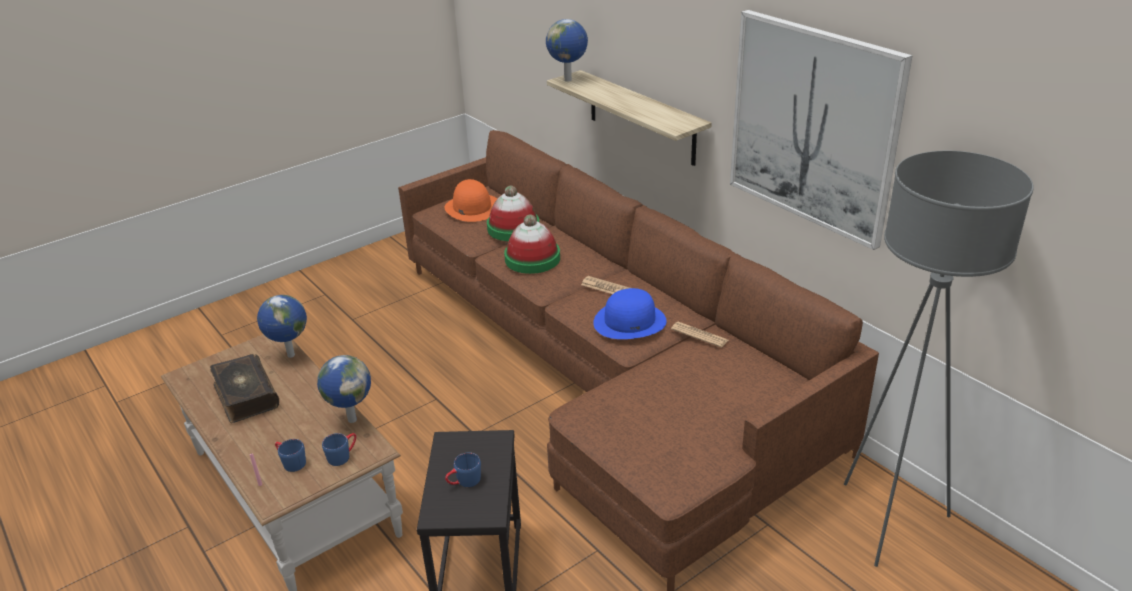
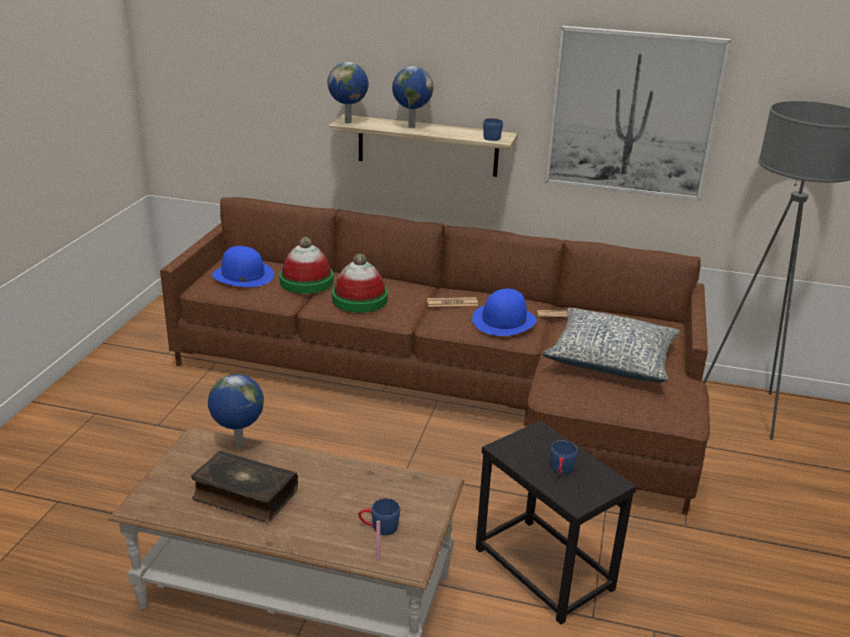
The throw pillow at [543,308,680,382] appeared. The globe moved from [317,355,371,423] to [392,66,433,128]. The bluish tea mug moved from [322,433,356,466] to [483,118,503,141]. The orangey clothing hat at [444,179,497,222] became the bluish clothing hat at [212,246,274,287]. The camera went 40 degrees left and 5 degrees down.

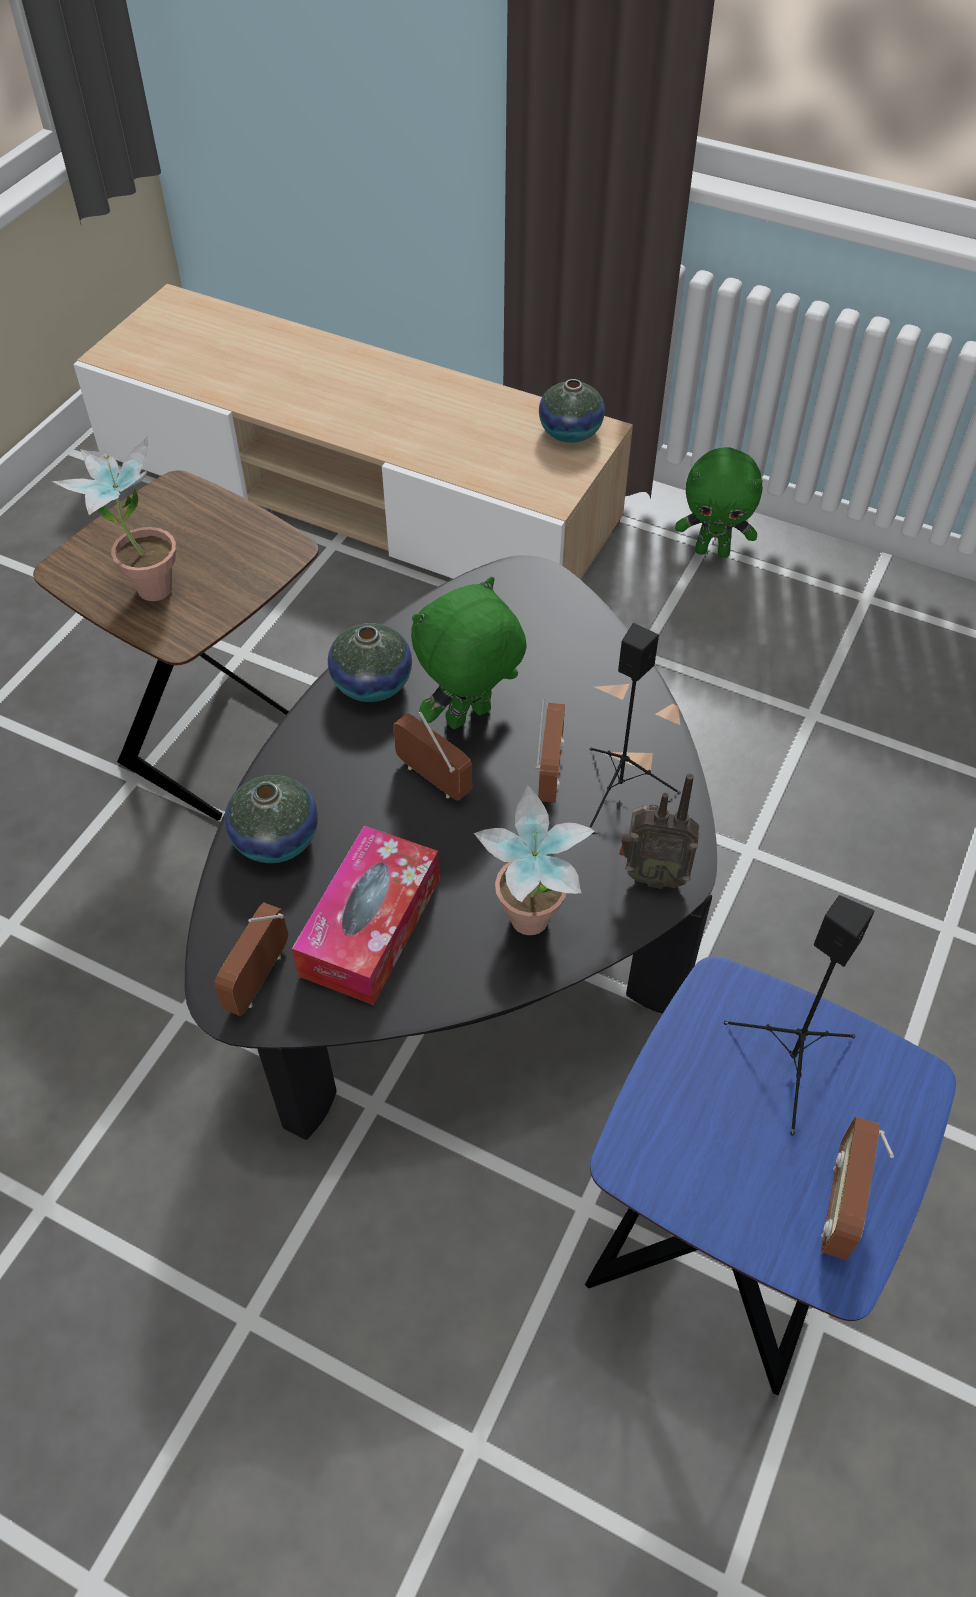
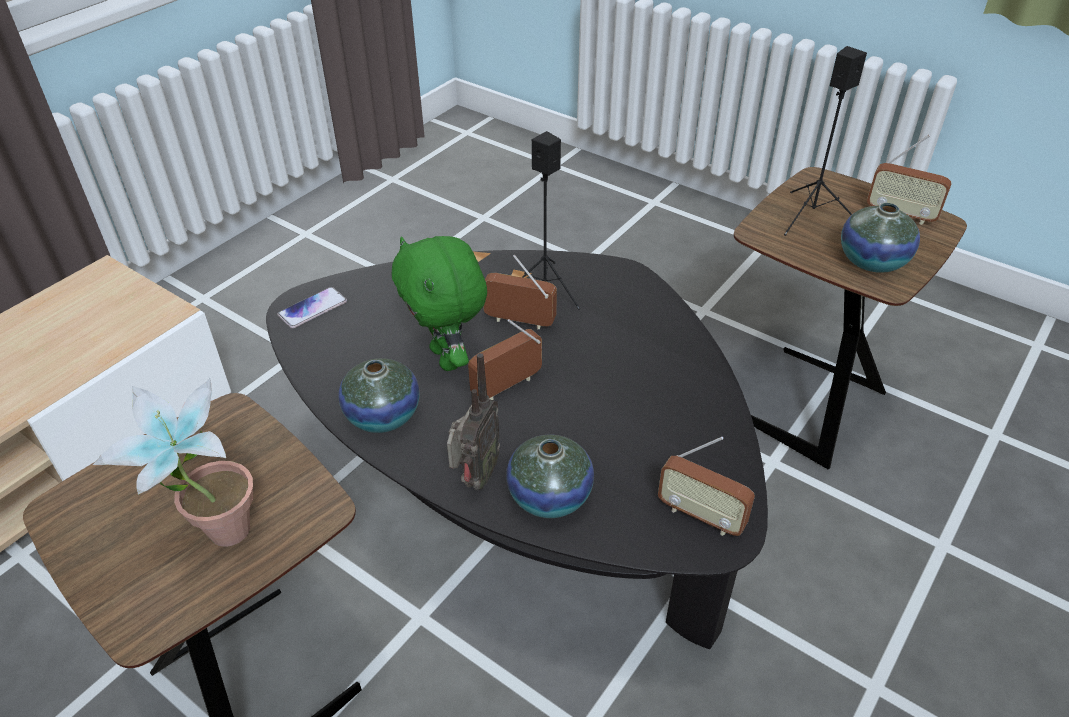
The tissue holder at [292,825,440,1005] disappeared. The houseplant at [474,785,594,935] disappeared. The green-coloured plush toy at [675,447,763,558] disappeared. The phone at [277,287,347,328] appeared. The flower vase moved from [539,379,605,443] to [841,203,920,273]. The radio moved from [619,774,699,889] to [447,353,500,490]. The bluish side table at [585,956,956,1395] became the brownish side table at [734,167,967,469]. The camera went 80 degrees left and 10 degrees down.

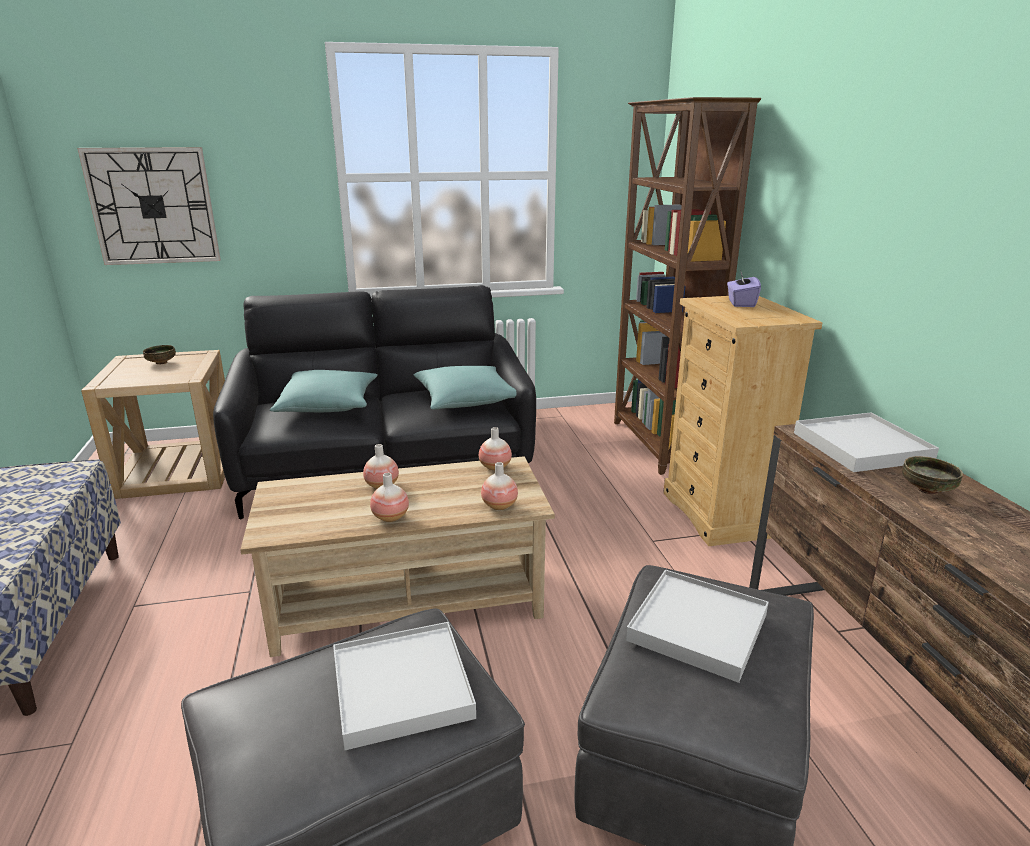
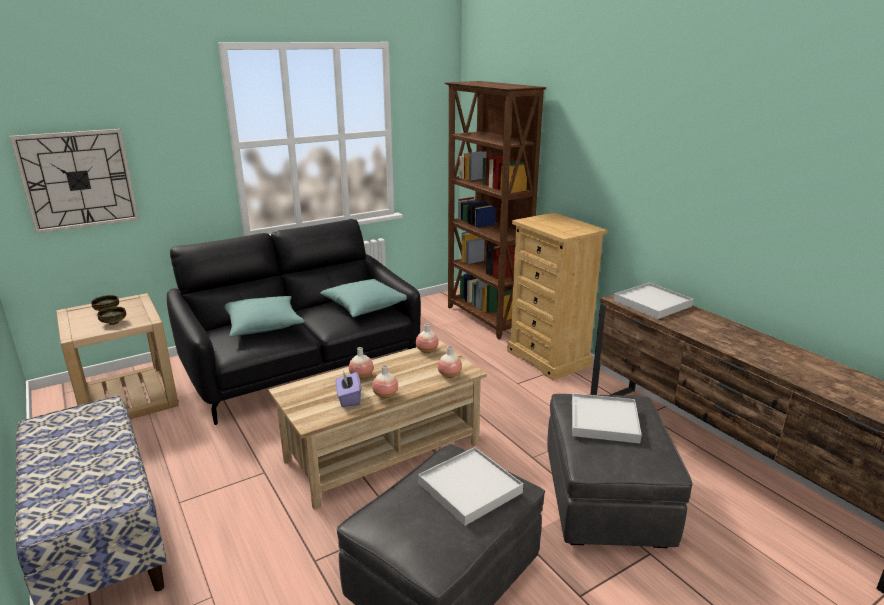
The purple tissue holder moved from [727,270,761,307] to [336,370,361,407]. The deep dish moved from [902,456,963,494] to [97,307,126,325]. The camera went 20 degrees left and 0 degrees up.

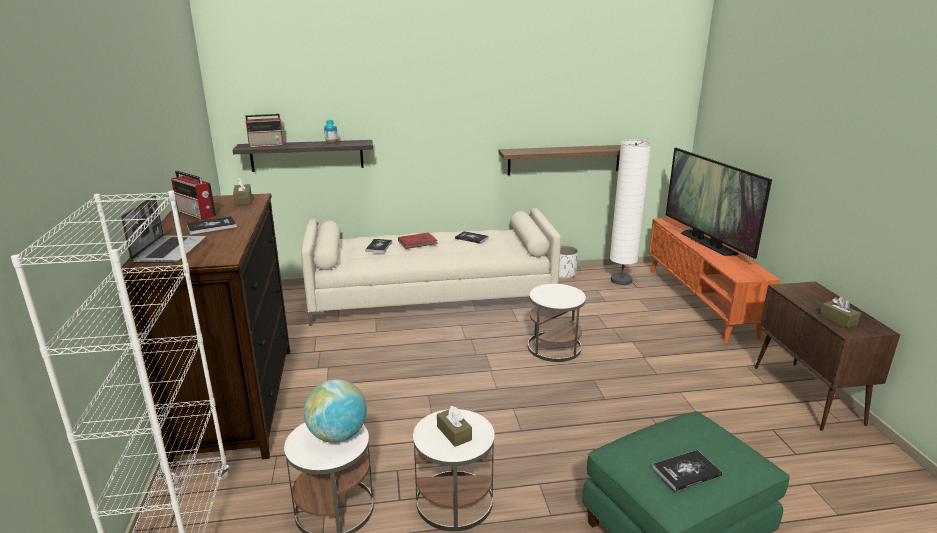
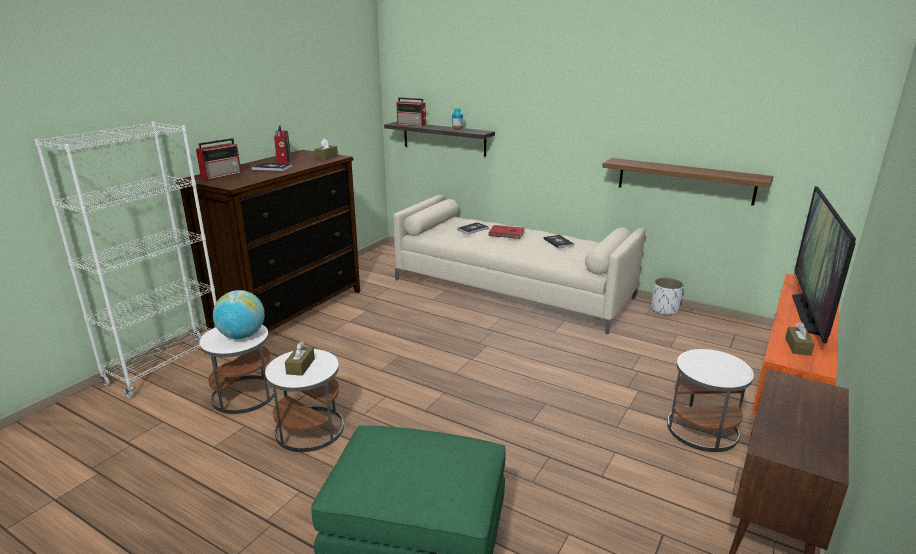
The white floor lamp at [610,139,652,285] disappeared. The bound book at [652,450,723,492] disappeared. The white side table moved from [528,284,586,362] to [667,349,754,452]. The brownish tissue holder moved from [820,296,861,328] to [785,322,815,356]. The portable computer at [121,196,206,263] was replaced by the radio at [196,138,241,180]. The camera went 40 degrees right and 0 degrees up.

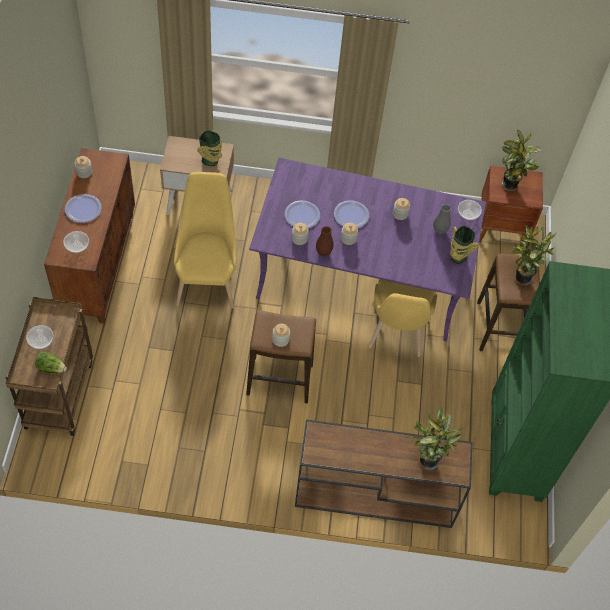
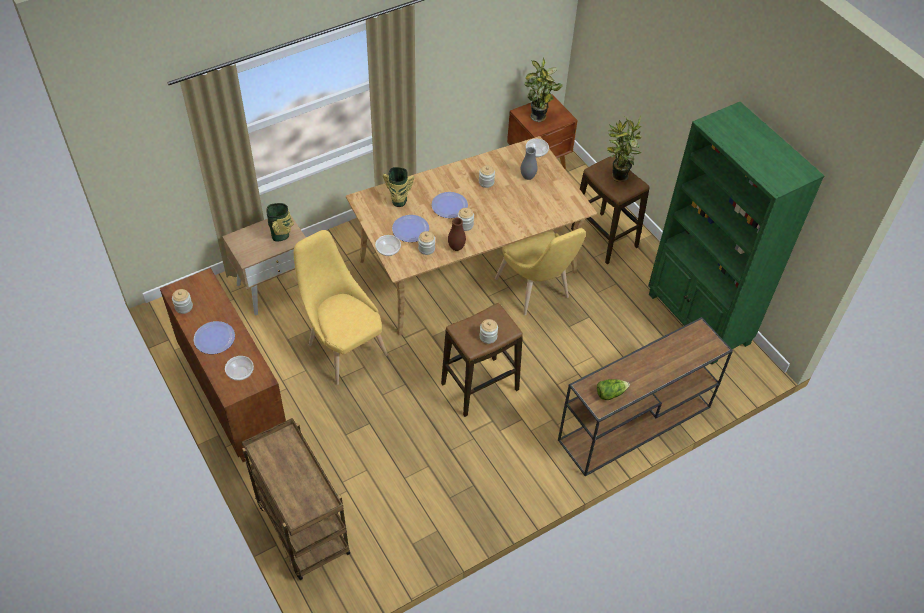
The houseplant at [411,407,462,470] disappeared. The deep dish moved from [26,325,54,349] to [375,235,401,256]. The head of lettuce moved from [35,352,67,373] to [597,379,630,400]. The flower vase moved from [450,226,480,264] to [383,167,414,207]. The purple dining table at [249,158,486,341] became the beige dining table at [346,136,597,336]. The camera went 35 degrees left and 5 degrees down.

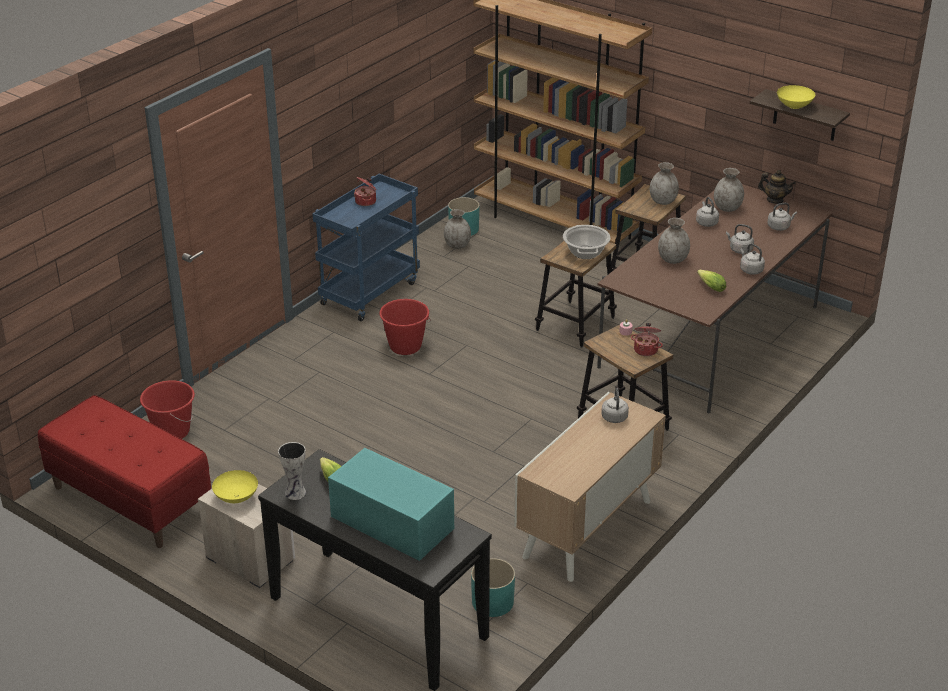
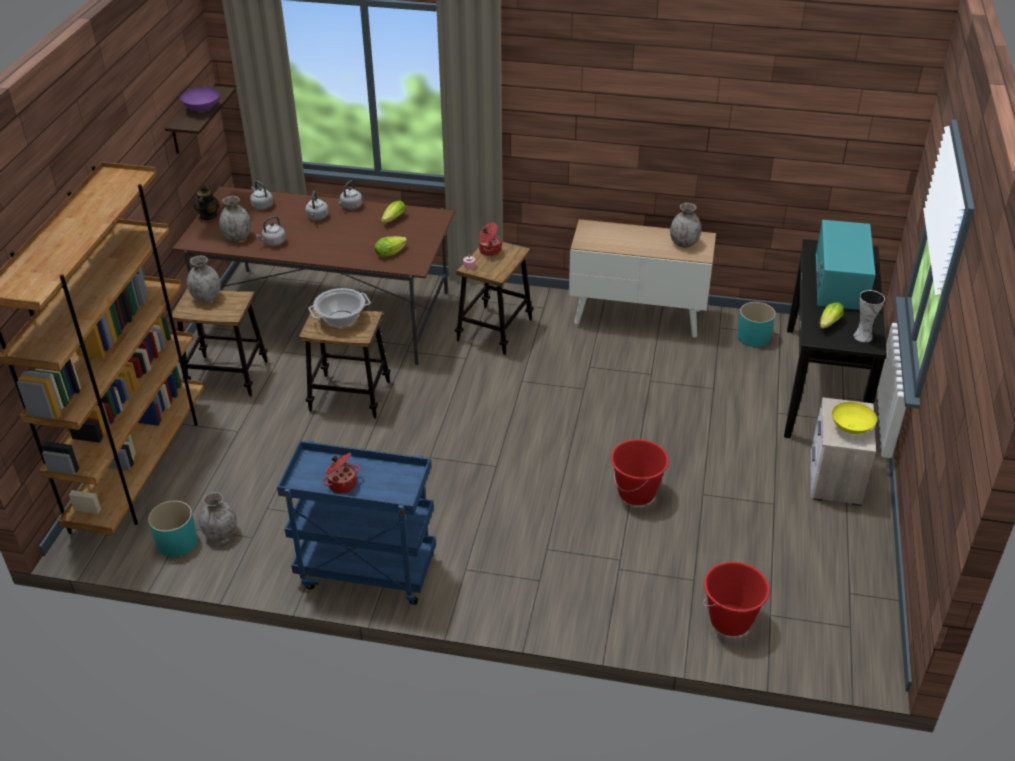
The red-coloured bench at [38,395,211,548] disappeared. The grey kettle at [601,388,629,423] disappeared. The head of lettuce at [375,236,407,257] appeared. The red-coloured bucket moved from [379,299,431,355] to [611,439,669,505]. The grey flower vase moved from [658,218,690,264] to [670,203,701,248]. The yellow-coloured deep dish at [777,85,815,109] became the purple deep dish at [180,87,220,112]. The camera went 115 degrees left and 5 degrees up.

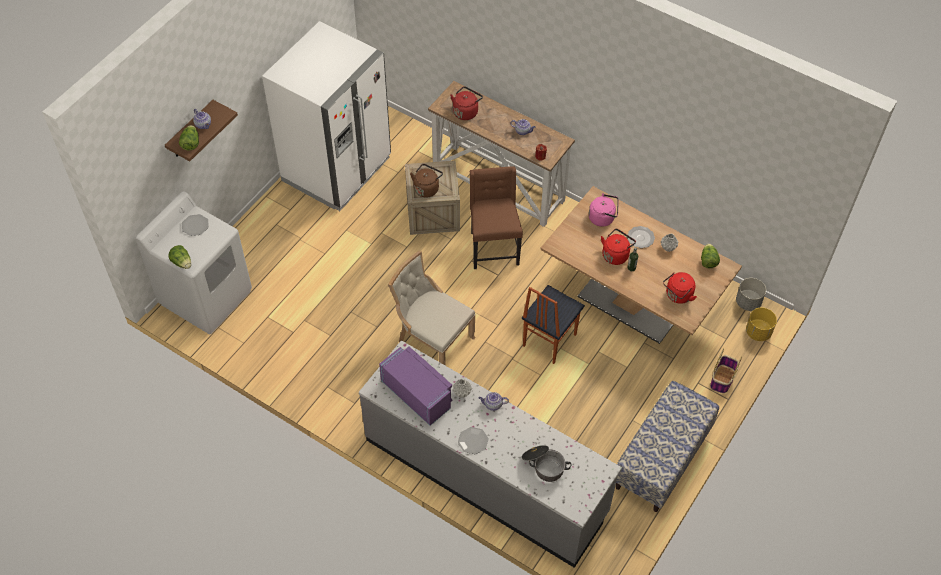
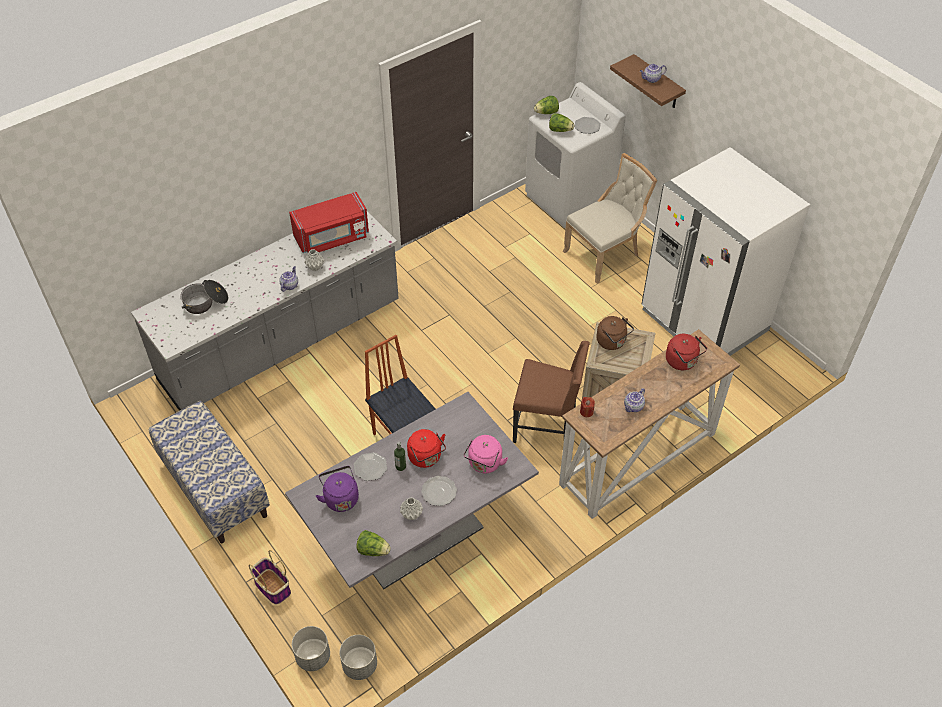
The head of lettuce moved from [179,125,199,151] to [549,113,575,132]. The beige chair moved from [388,251,476,366] to [563,153,657,284]. The dinner plate moved from [458,427,489,454] to [354,452,387,481]. The purple microwave at [379,346,452,426] became the red-coloured microwave at [289,192,369,253]. The brownish dining table at [540,186,742,344] became the grey dining table at [285,392,539,589]. The red-coloured kettle at [663,272,697,304] became the purple kettle at [316,466,359,512]. The yellow-coloured plant pot at [746,308,777,341] became the grey plant pot at [292,626,330,671]. The camera went 110 degrees right and 5 degrees down.

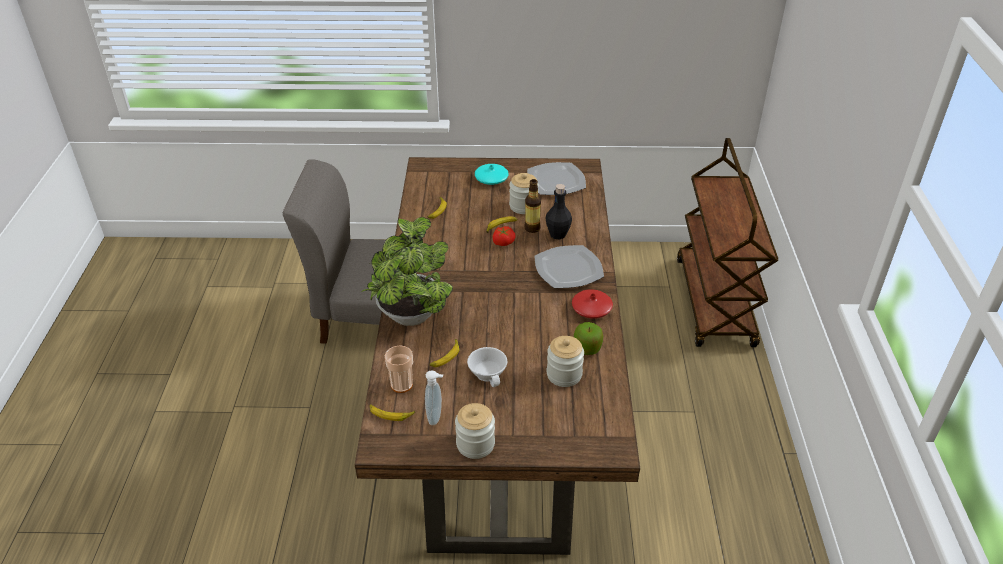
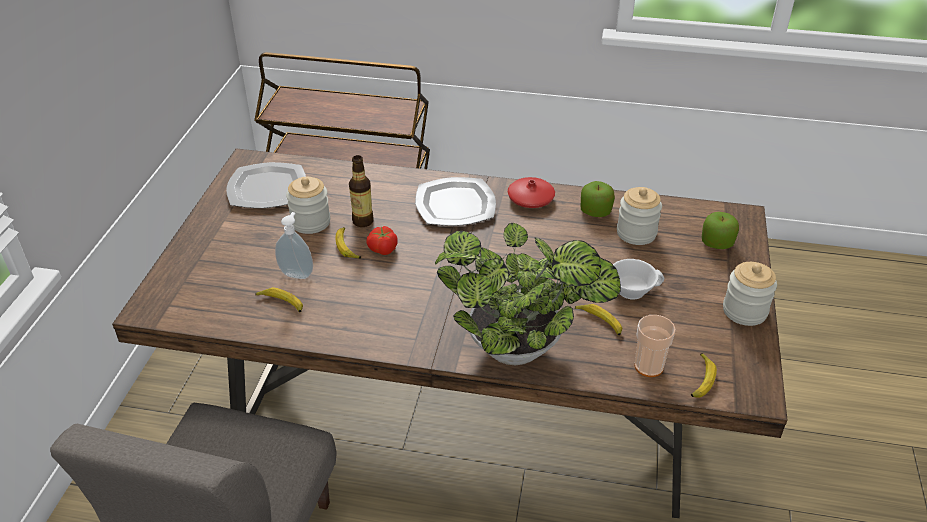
The blue-green flower vase at [475,164,509,185] disappeared. The blackish drink bottle at [545,184,572,239] disappeared. The apple at [702,212,739,249] appeared. The liquid soap bottle moved from [425,370,443,425] to [275,212,313,279]. The camera went 80 degrees left and 0 degrees up.

